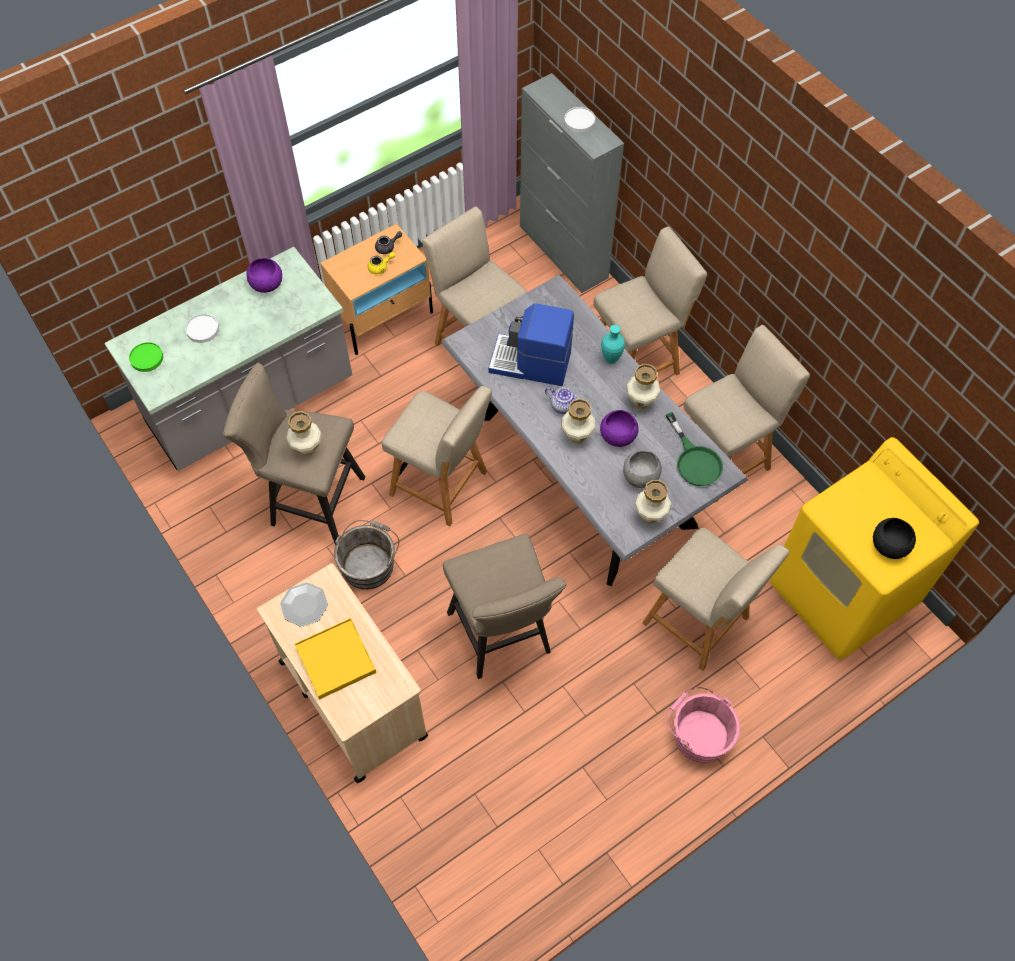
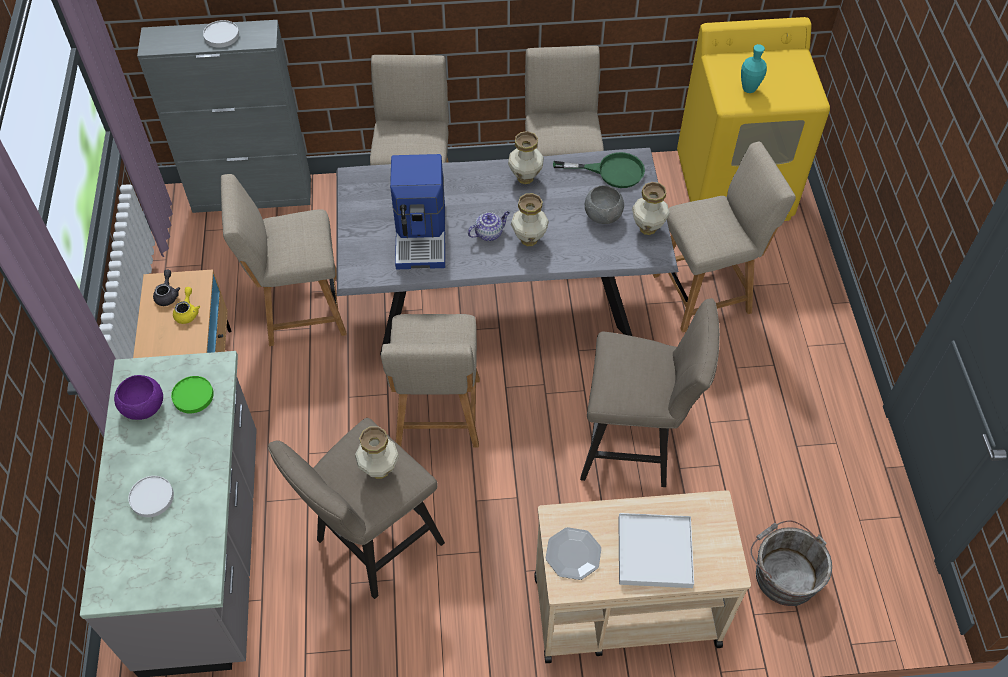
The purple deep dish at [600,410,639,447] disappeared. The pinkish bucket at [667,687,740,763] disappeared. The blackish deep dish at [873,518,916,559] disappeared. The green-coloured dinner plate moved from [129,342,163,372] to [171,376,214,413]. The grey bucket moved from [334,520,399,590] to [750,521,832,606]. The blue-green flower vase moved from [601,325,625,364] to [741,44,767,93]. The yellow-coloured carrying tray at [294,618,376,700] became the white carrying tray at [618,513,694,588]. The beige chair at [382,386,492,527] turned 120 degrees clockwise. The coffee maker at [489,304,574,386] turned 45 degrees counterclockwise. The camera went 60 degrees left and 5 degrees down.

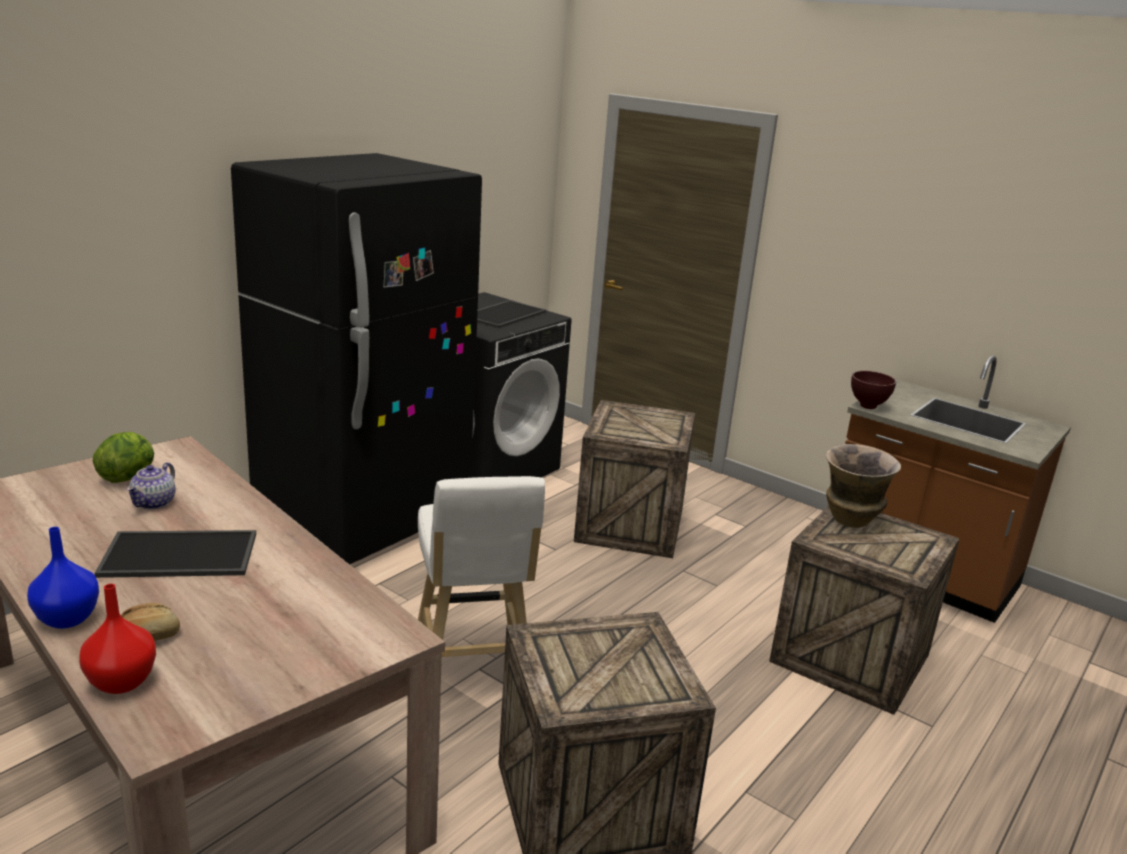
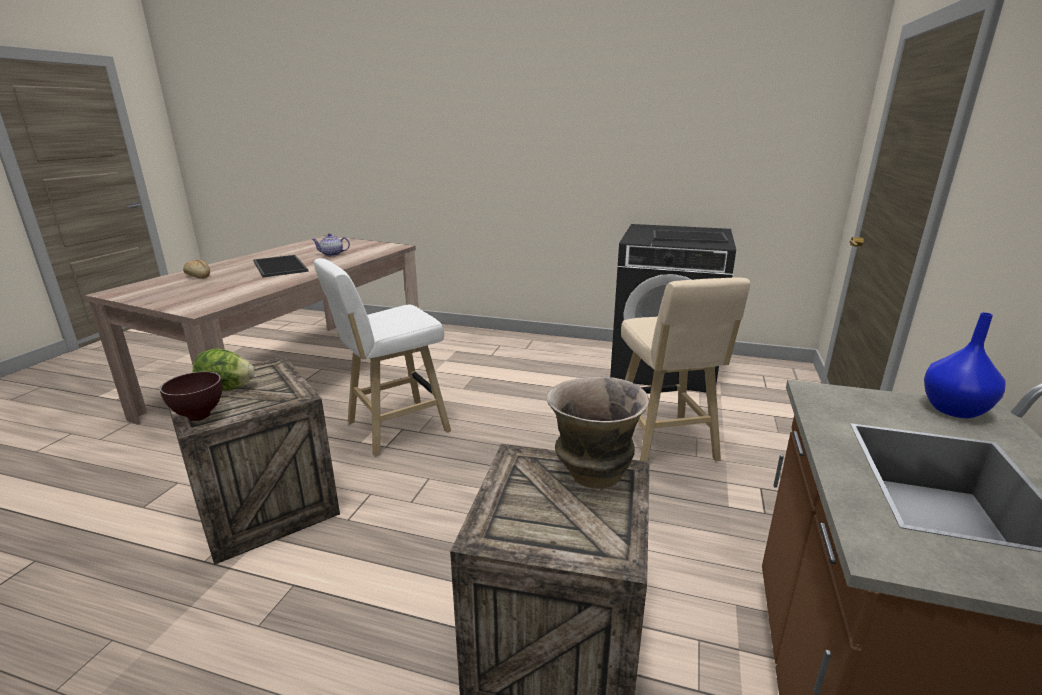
The red-coloured flower vase at [79,584,156,694] disappeared. The blackish kitchen fridge at [231,153,482,565] disappeared. The bluish flower vase moved from [27,527,99,629] to [924,312,1006,418]. The head of lettuce moved from [93,432,154,483] to [193,348,255,391]. The brownish deep dish moved from [851,371,896,409] to [160,371,222,421]. The crate at [574,400,695,558] was replaced by the beige stool seat at [621,277,750,461]. The camera went 70 degrees right and 0 degrees up.

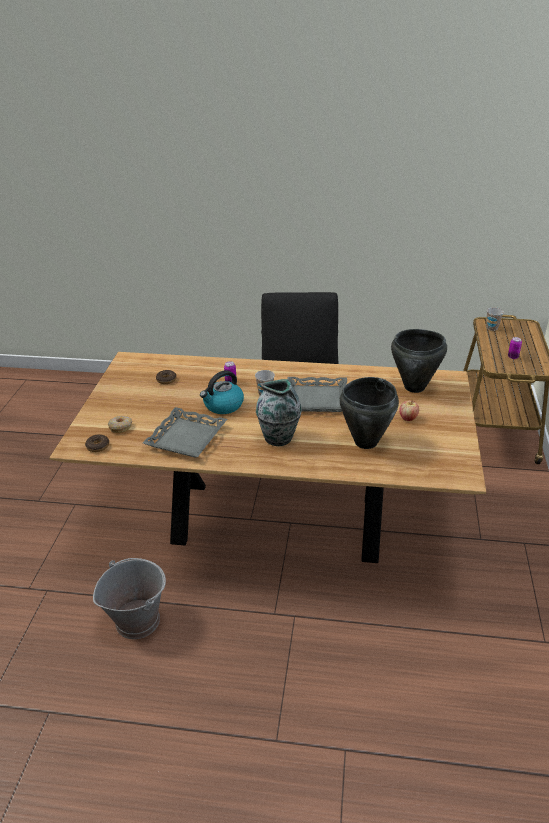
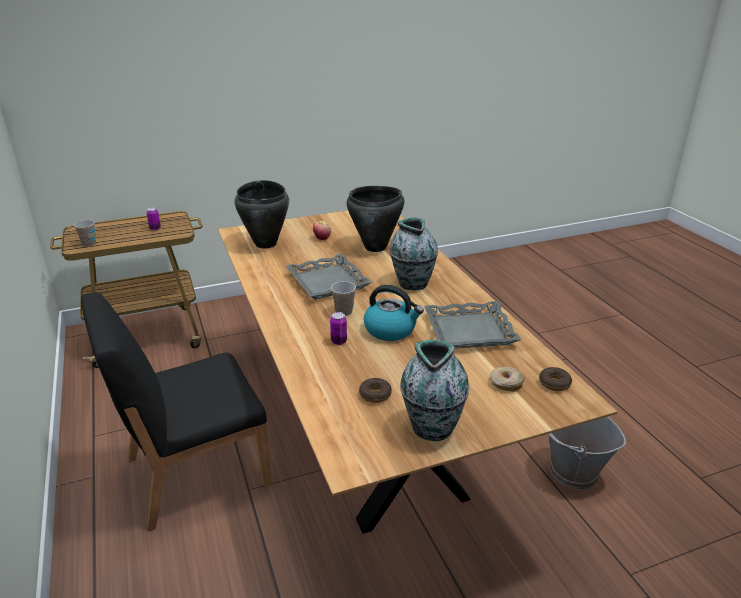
The flower vase at [400,340,469,441] appeared. The camera went 120 degrees left and 5 degrees down.

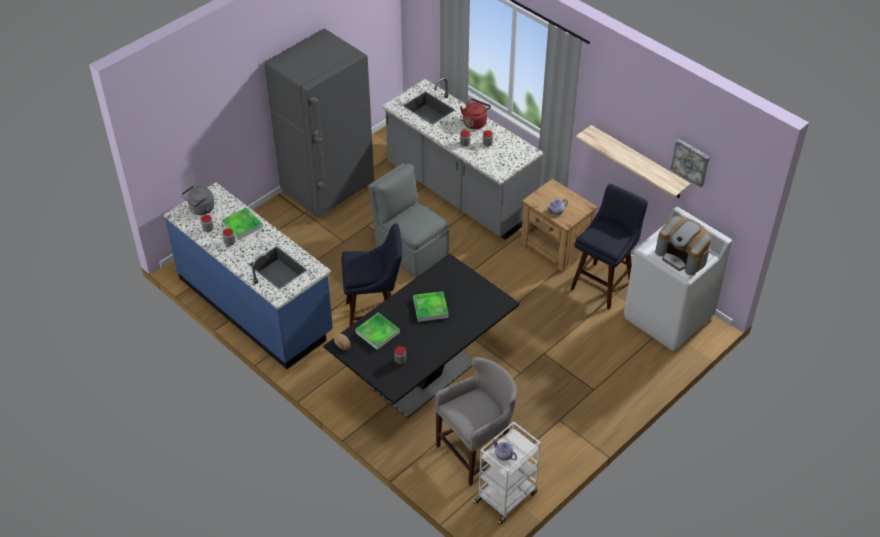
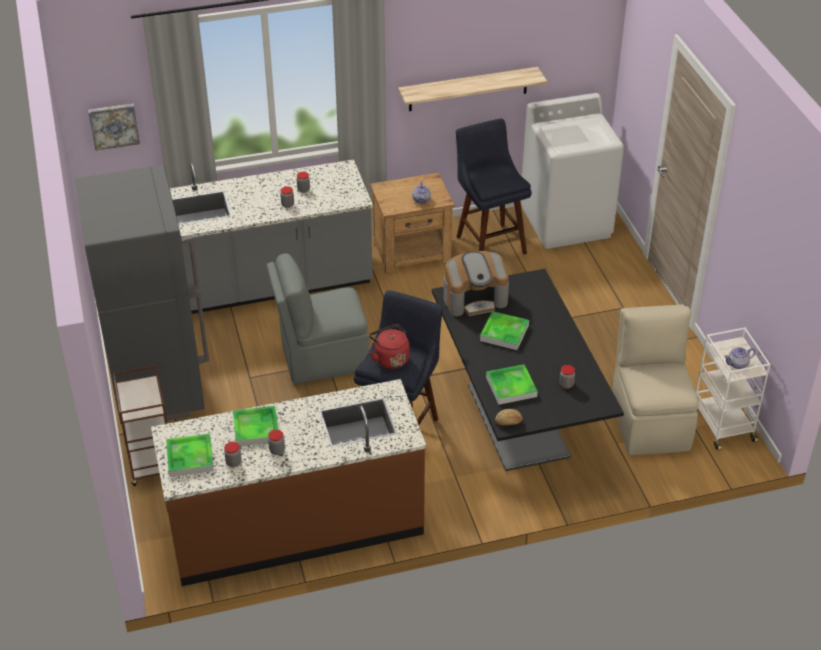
The brownish cart at [113,365,167,486] appeared. The red-coloured kettle moved from [460,99,491,129] to [369,324,410,369]. The coffee maker moved from [655,216,711,275] to [444,251,509,316]. The wall art moved from [671,139,710,187] to [88,103,140,151]. The grey kettle at [182,186,214,215] was replaced by the carrying tray at [166,434,214,477]. The grey stool seat at [435,357,517,486] was replaced by the beige chair at [612,304,699,455]. The bluish kitchen base unit at [163,183,333,369] became the brownish kitchen base unit at [151,379,426,586]. The camera went 60 degrees left and 5 degrees down.

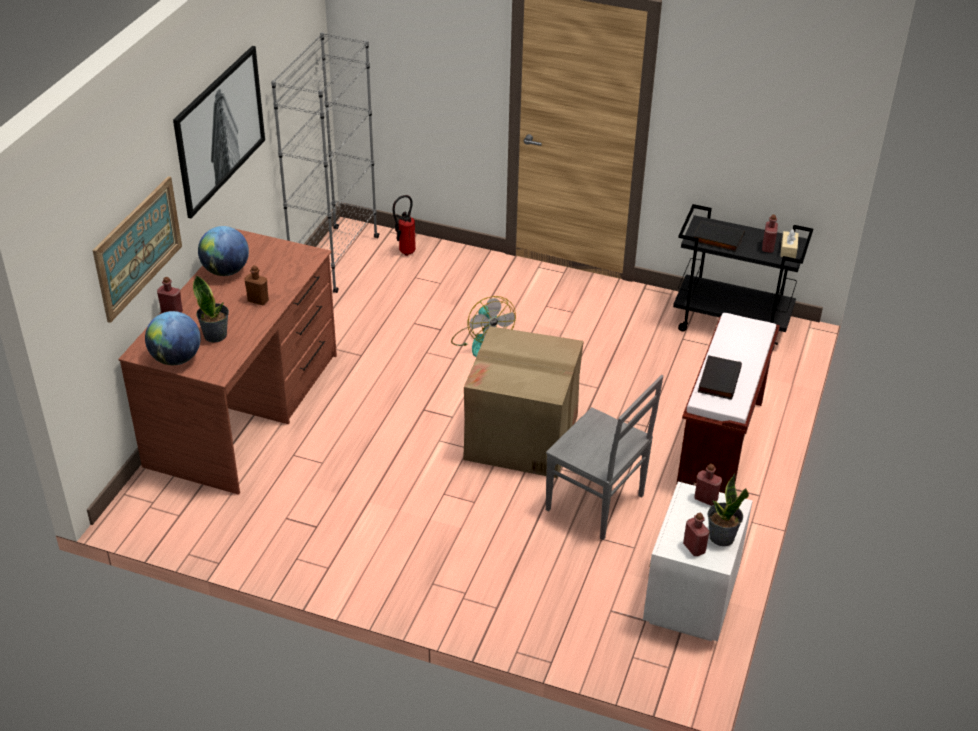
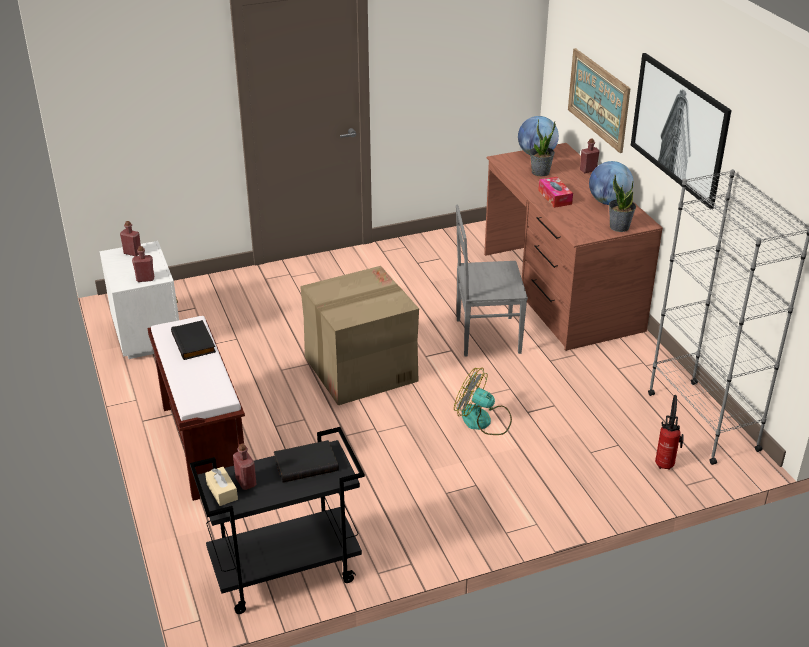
The grey chair moved from [546,375,663,540] to [456,205,528,356]. The houseplant moved from [708,473,749,546] to [609,175,636,232]. The brownish drink bottle at [244,265,269,305] was replaced by the tissue holder at [538,177,573,208]. The camera went 140 degrees right and 5 degrees down.

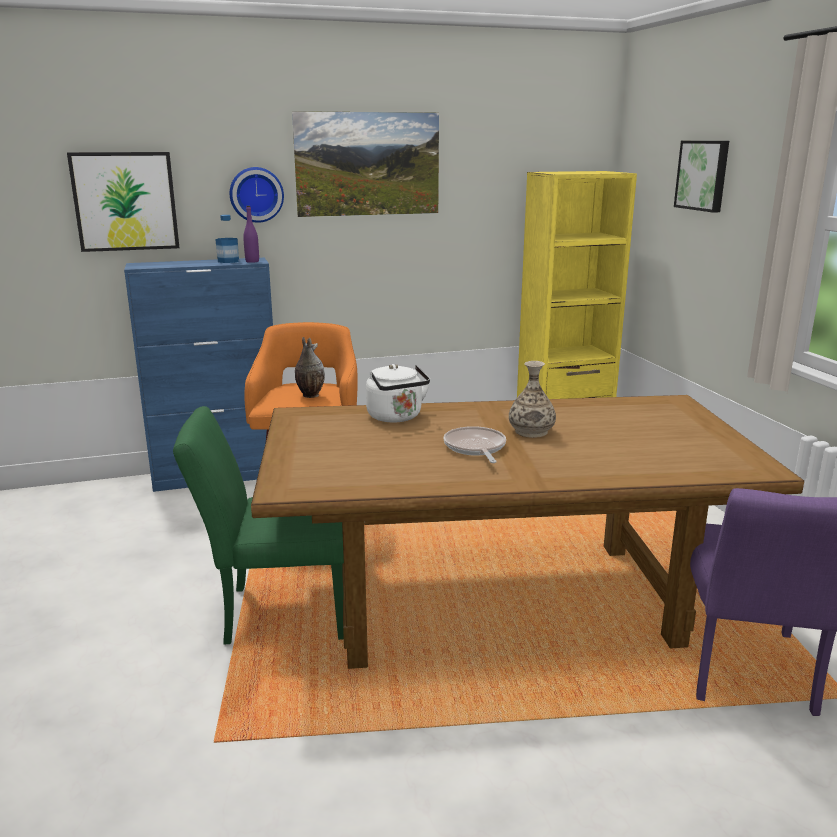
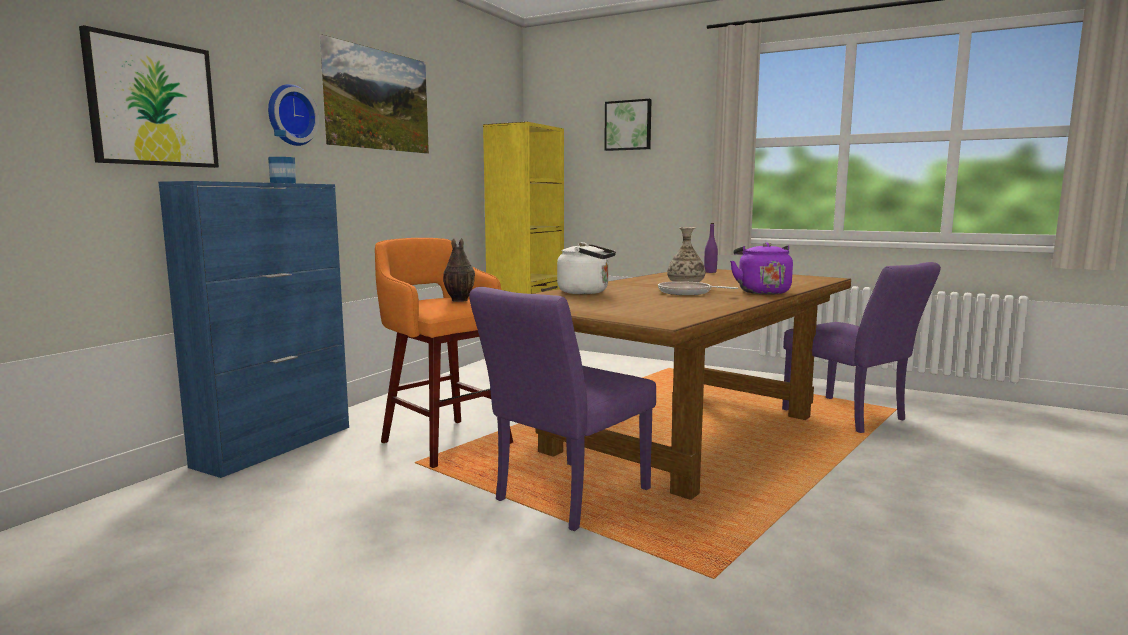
The purple kettle at [730,242,793,295] appeared. The purple drink bottle moved from [243,206,259,263] to [704,223,718,273]. The green-coloured chair at [173,406,344,645] became the purple chair at [469,287,656,531]. The camera went 45 degrees left and 10 degrees down.

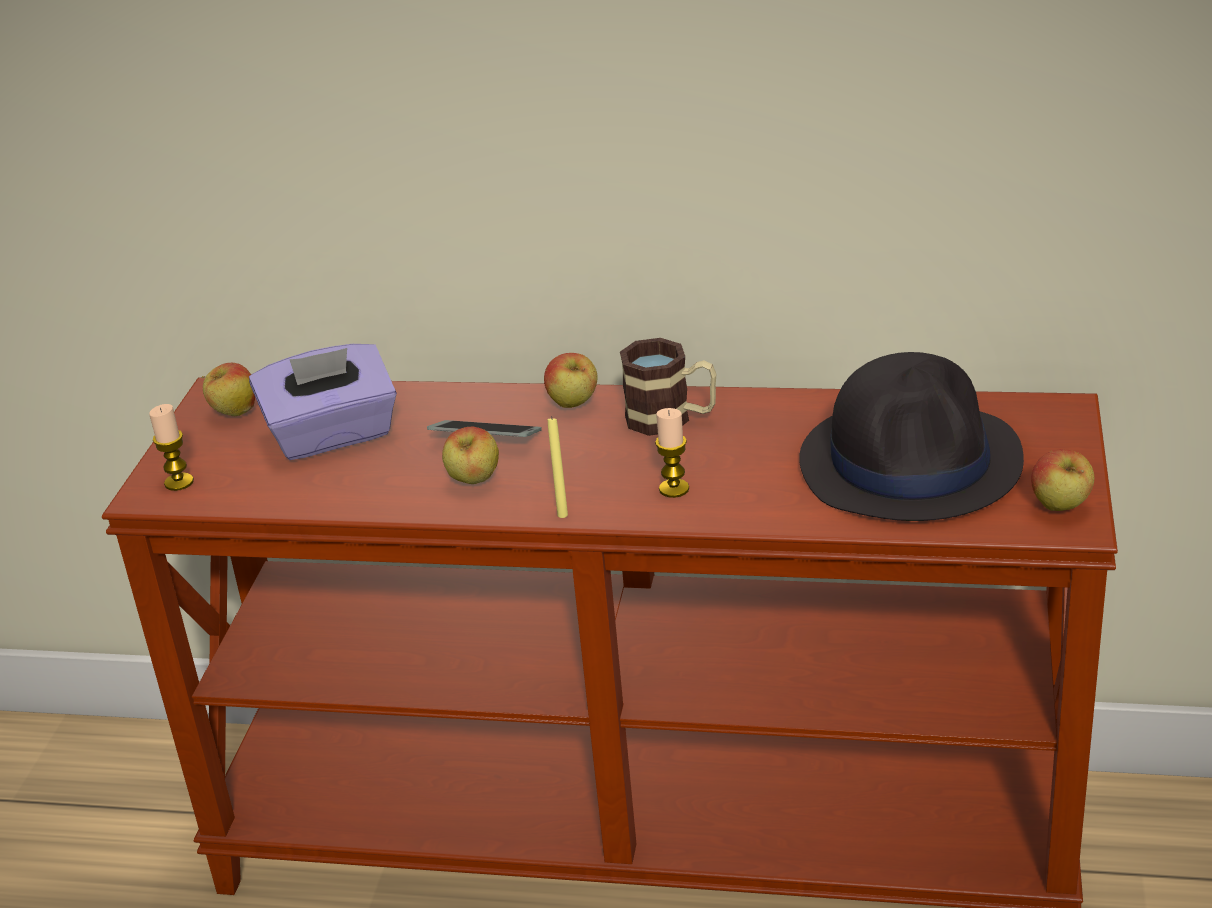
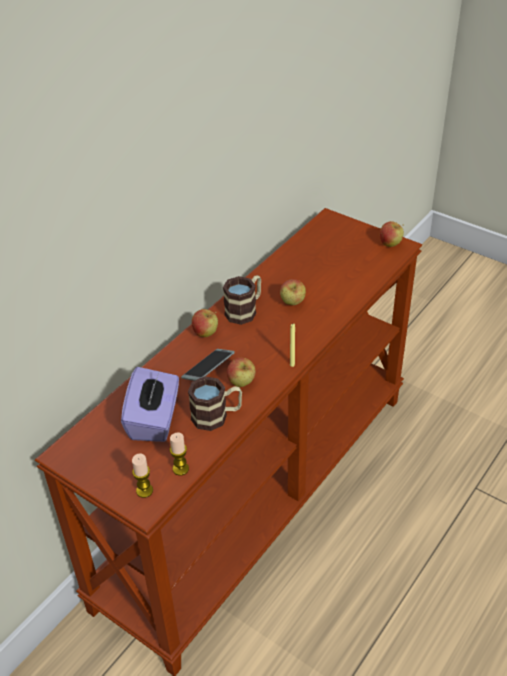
The blackish clothing hat at [799,352,1024,521] disappeared. The tea mug at [188,376,242,431] appeared. The apple moved from [202,363,255,416] to [280,279,306,305]. The candle moved from [655,408,689,498] to [170,433,189,476]. The camera went 65 degrees left and 10 degrees up.

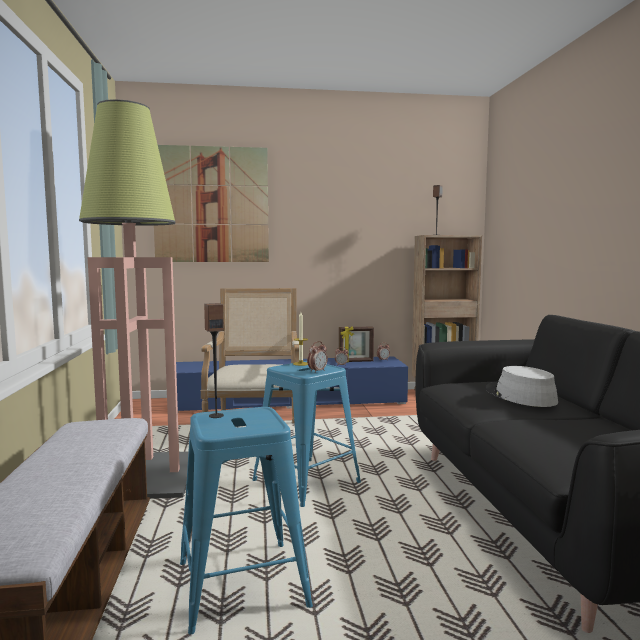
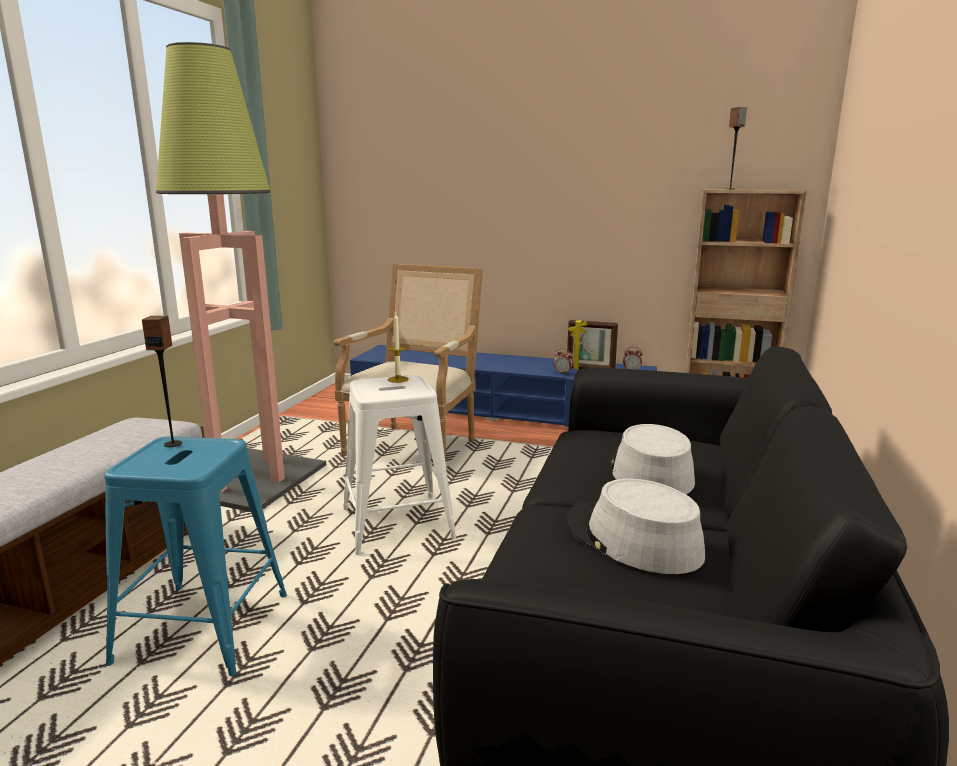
The wall art at [154,145,269,262] disappeared. The table clock at [307,341,328,373] disappeared. The grey clothing hat at [567,478,705,574] appeared. The bluish stool seat at [253,361,361,507] became the white stool seat at [343,375,456,555]. The camera went 25 degrees right and 10 degrees up.

